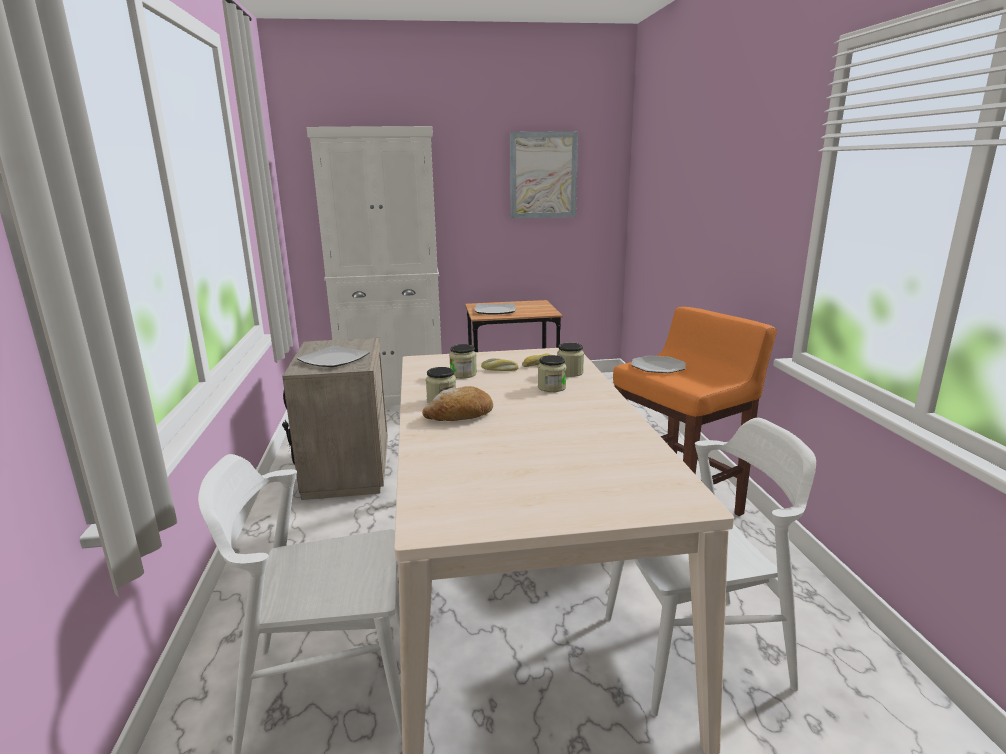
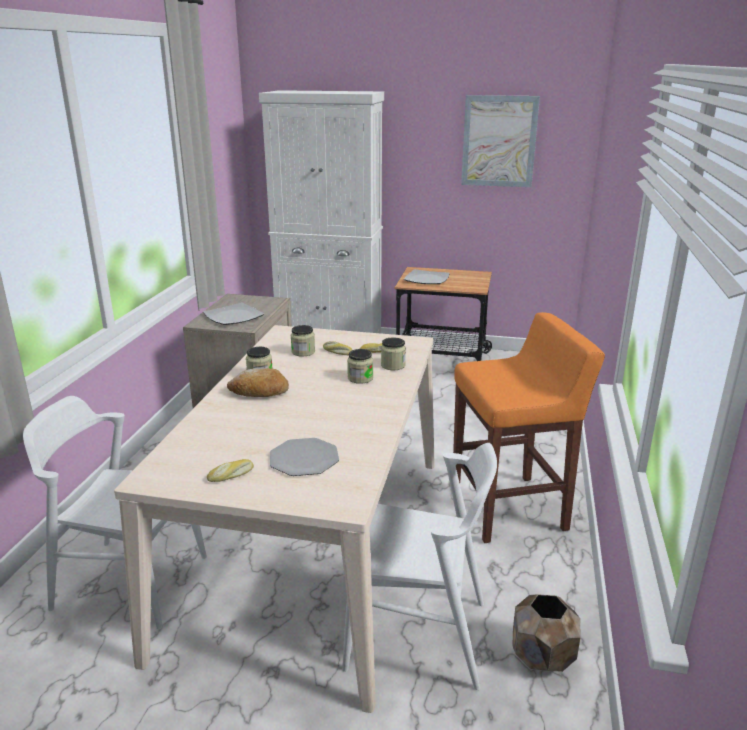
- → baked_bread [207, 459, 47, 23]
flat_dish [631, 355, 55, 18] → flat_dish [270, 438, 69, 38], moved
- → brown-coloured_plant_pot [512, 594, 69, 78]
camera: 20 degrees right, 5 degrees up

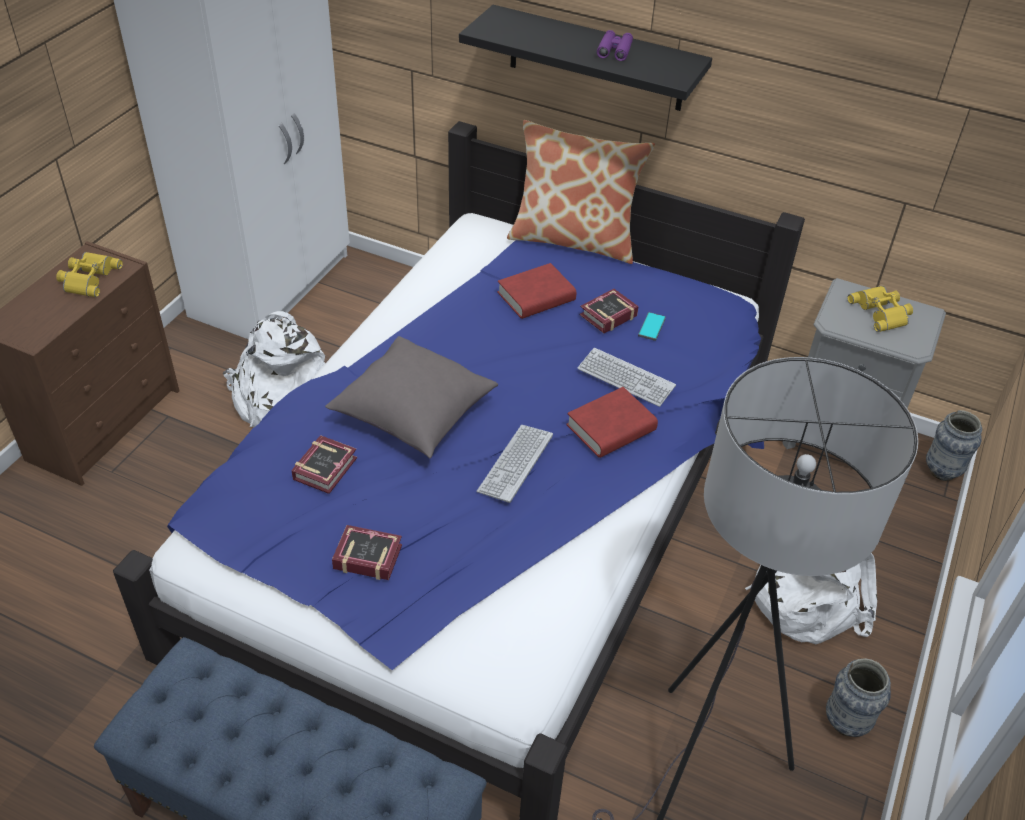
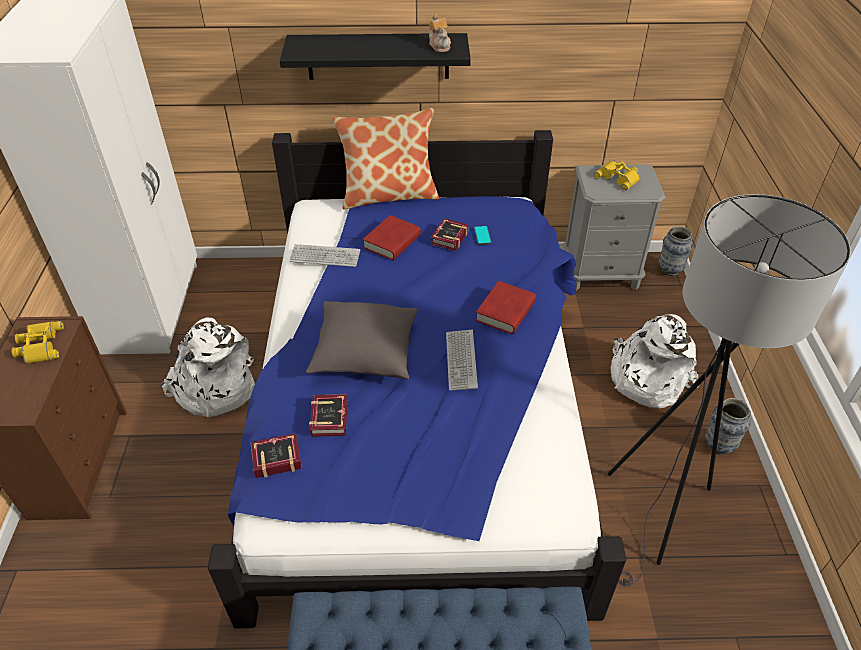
bound_book [332, 525, 70, 55] → bound_book [251, 433, 51, 45], moved
computer_keyboard [577, 348, 99, 59] → computer_keyboard [289, 244, 71, 23], moved
- → pot_for_tea [429, 14, 22, 38]
purple-coloured_field_glasses [597, 30, 36, 31] → -
camera: 25 degrees left, 0 degrees up

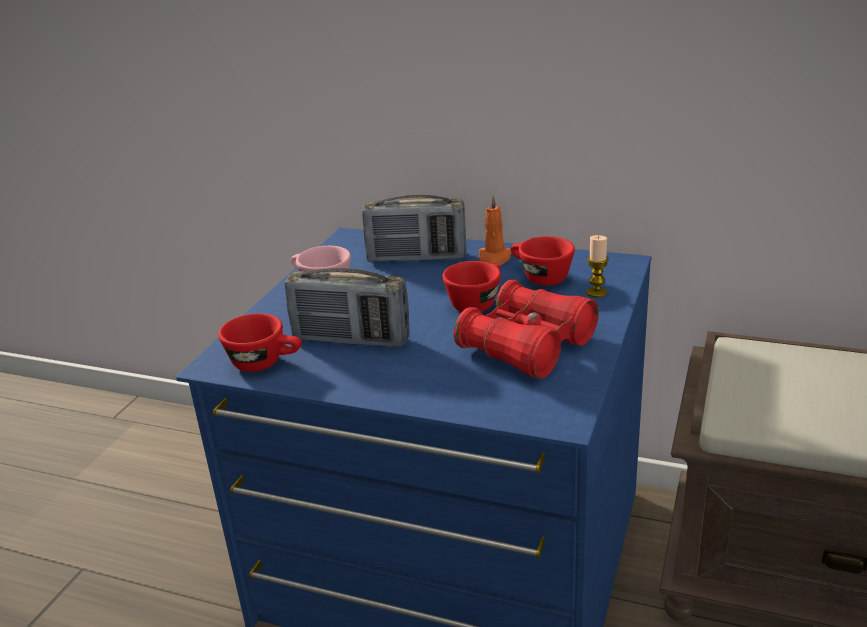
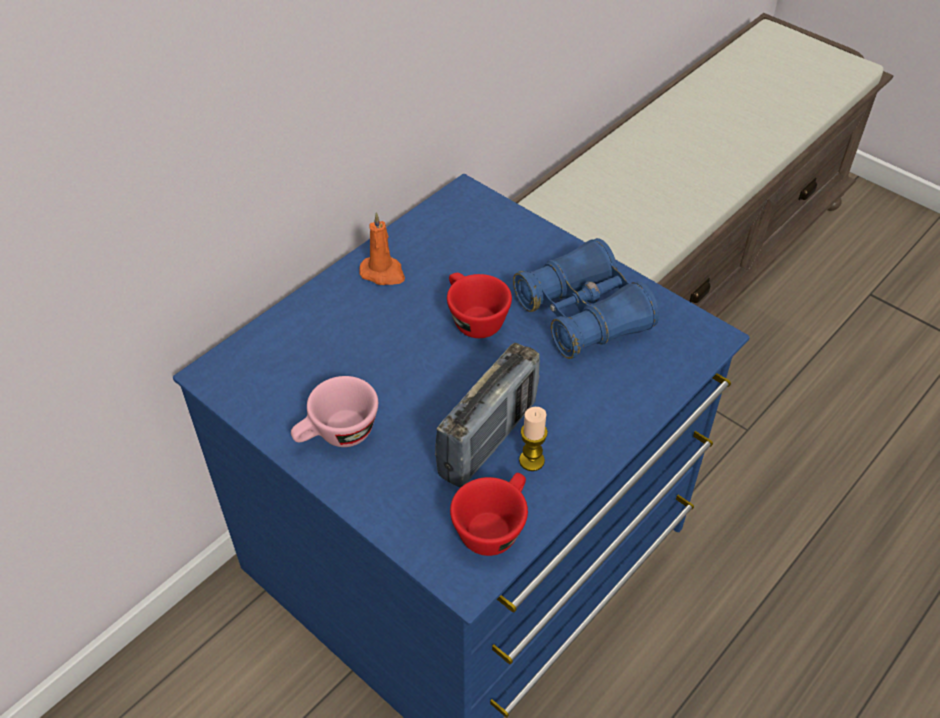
red-coloured_field_glasses [454, 280, 145, 99] → bluish_field_glasses [513, 238, 146, 121]
candle [587, 235, 22, 63] → candle [519, 407, 29, 64], moved
radio_receiver [362, 194, 104, 68] → -
red-coloured_small_cup [511, 236, 64, 50] → -
camera: 70 degrees left, 20 degrees up

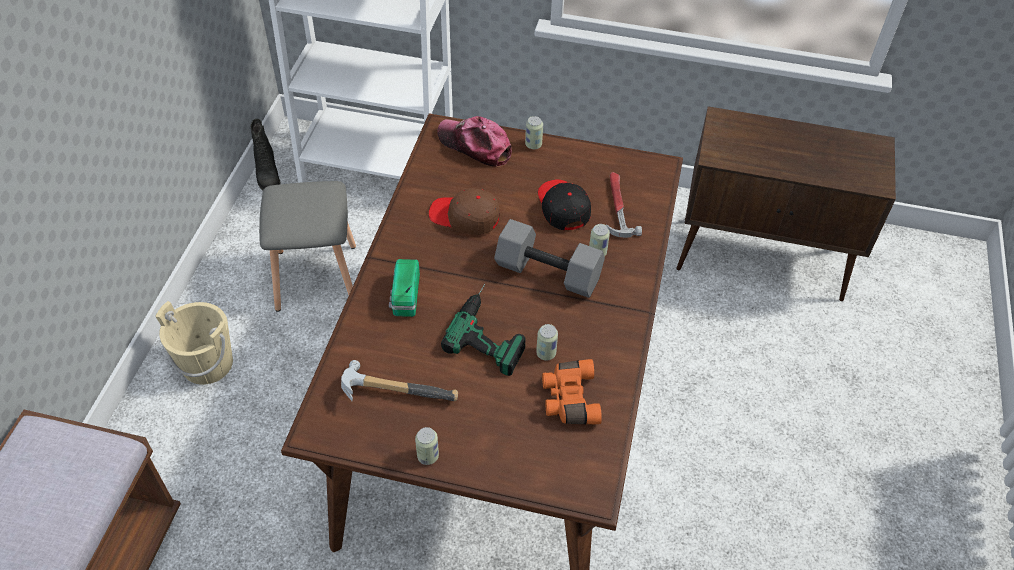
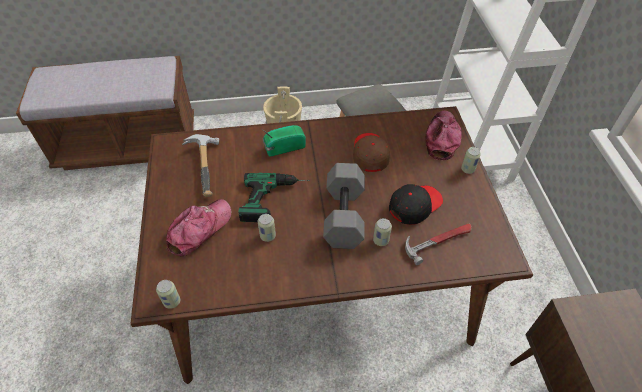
sealed_can [415, 427, 24, 38] → sealed_can [156, 280, 24, 29], moved
- → cap [166, 199, 65, 57]
black-coloured_tall_boot [251, 119, 30, 71] → -
orangey_field_glasses [542, 359, 60, 66] → -
camera: 70 degrees right, 0 degrees up

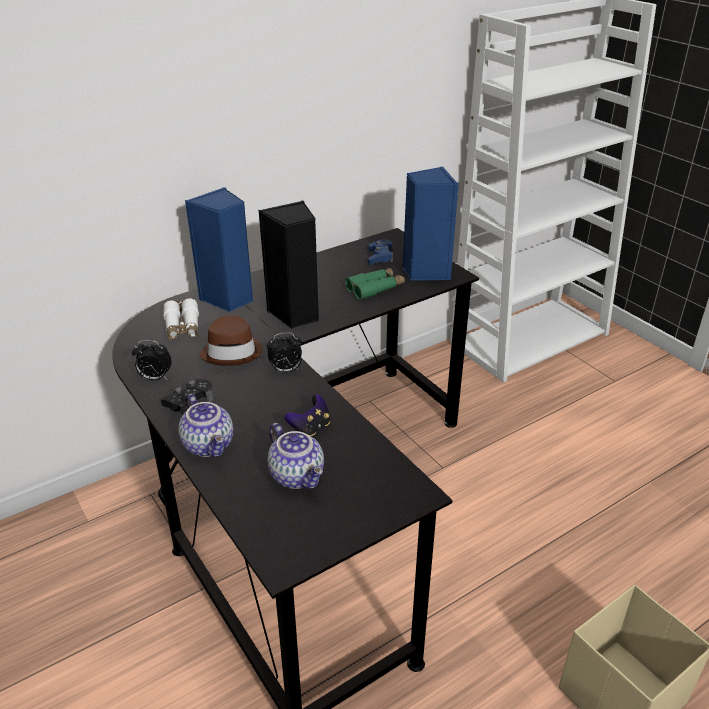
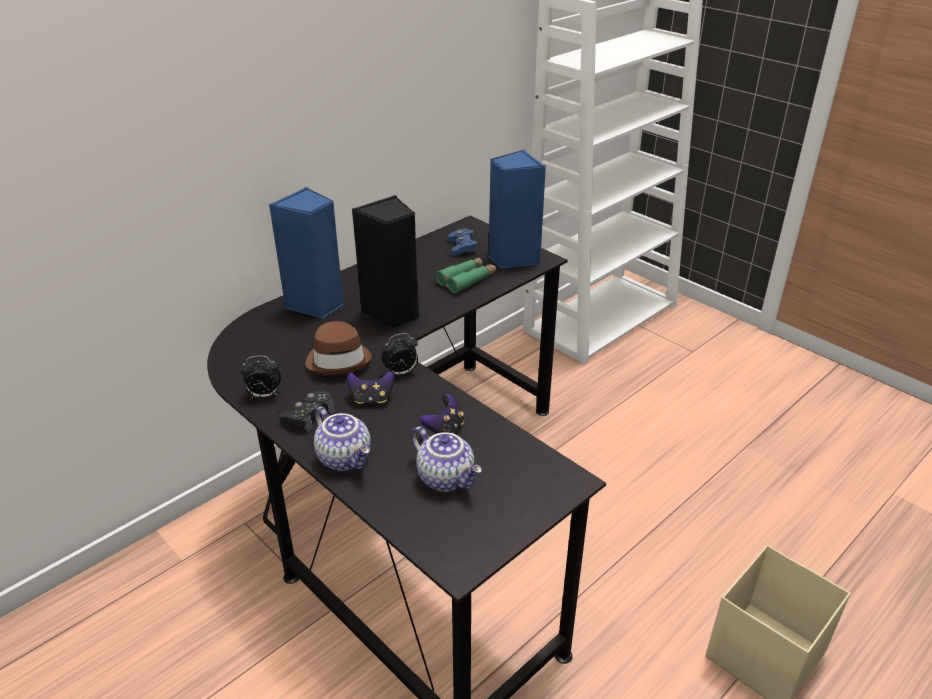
- → game_controller [347, 371, 47, 33]
whitish_field_glasses [163, 298, 36, 42] → -
camera: 10 degrees left, 0 degrees up

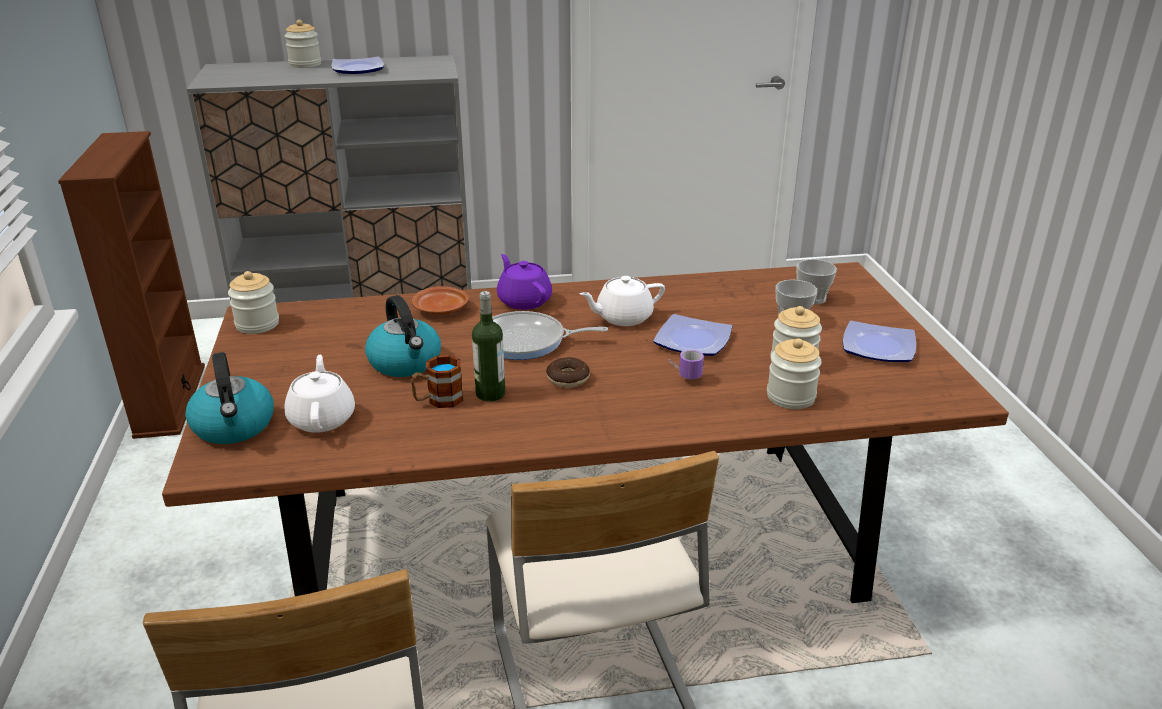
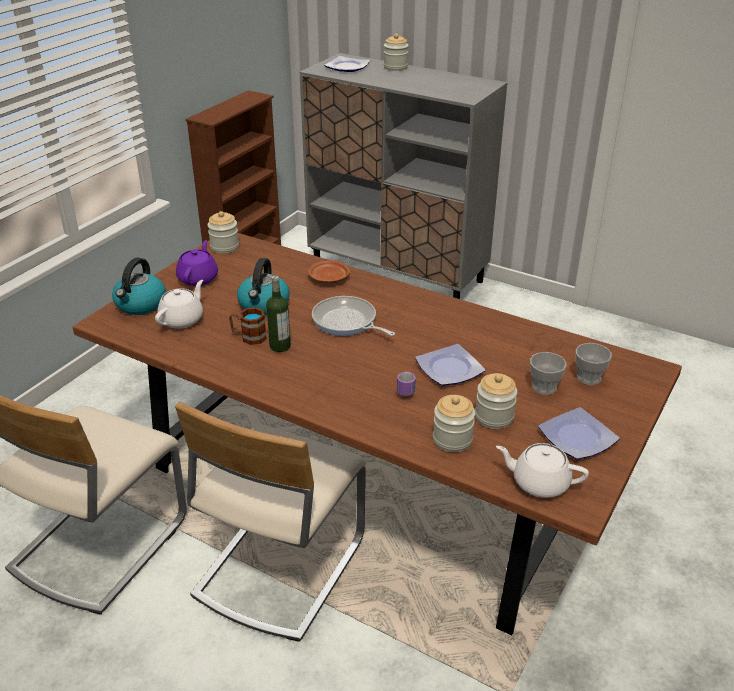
purple-coloured_pot_for_tea [497, 254, 55, 56] → purple-coloured_pot_for_tea [176, 240, 42, 46], moved
flat_dish [332, 56, 52, 18] → flat_dish [324, 56, 46, 16], moved
whitish_pot_for_tea [580, 276, 85, 50] → whitish_pot_for_tea [496, 443, 93, 55], moved
donut [546, 357, 44, 31] → -
camera: 40 degrees right, 5 degrees up

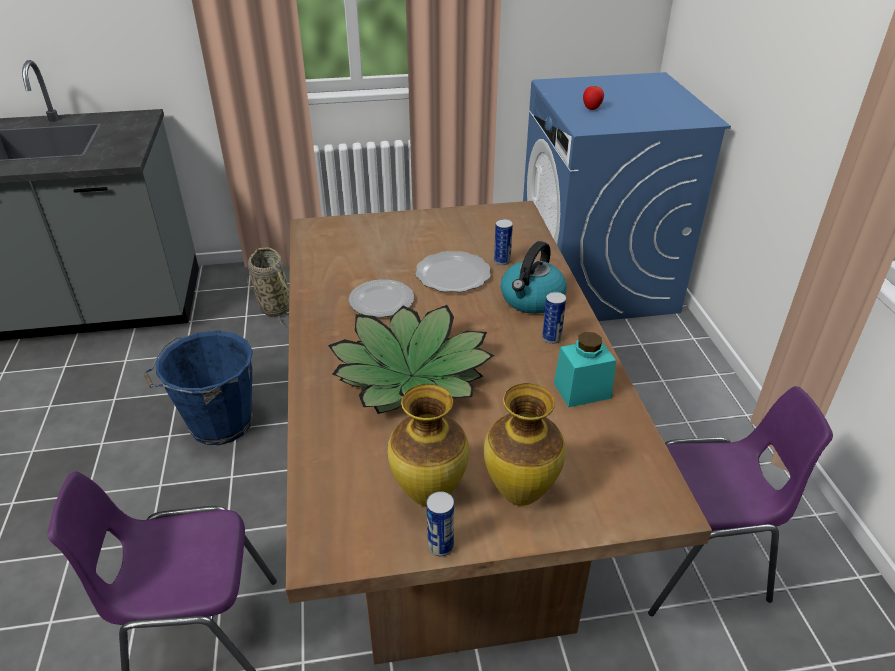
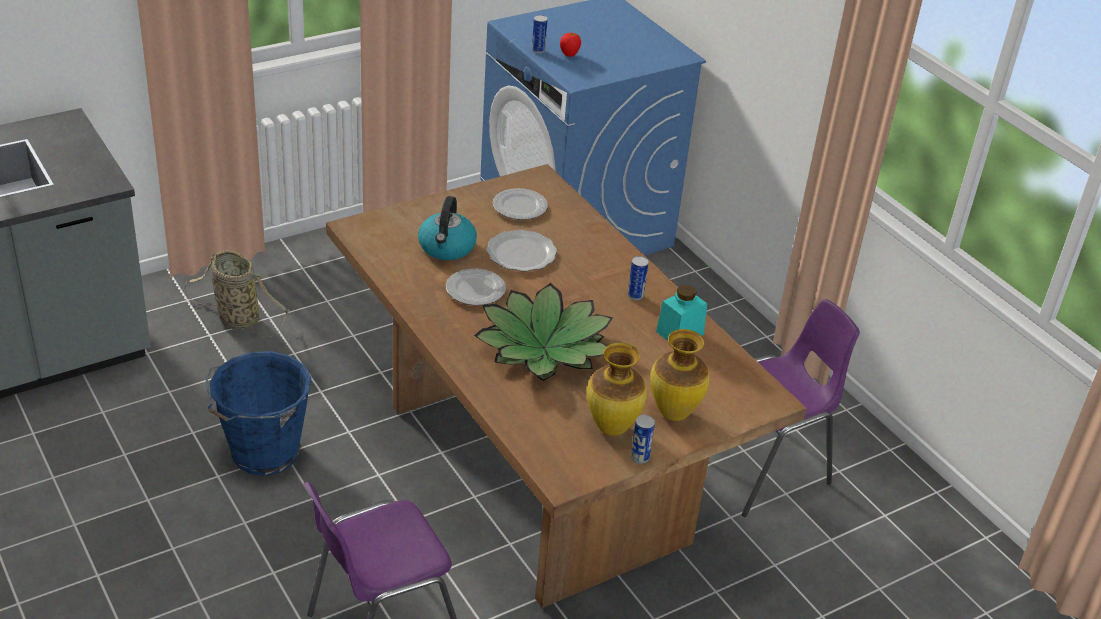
tea_kettle [501, 241, 66, 73] → tea_kettle [418, 196, 59, 64], moved
- → flat_dish [493, 188, 55, 32]
sealed_can [494, 219, 19, 46] → sealed_can [532, 15, 16, 39], moved
camera: 25 degrees left, 0 degrees up

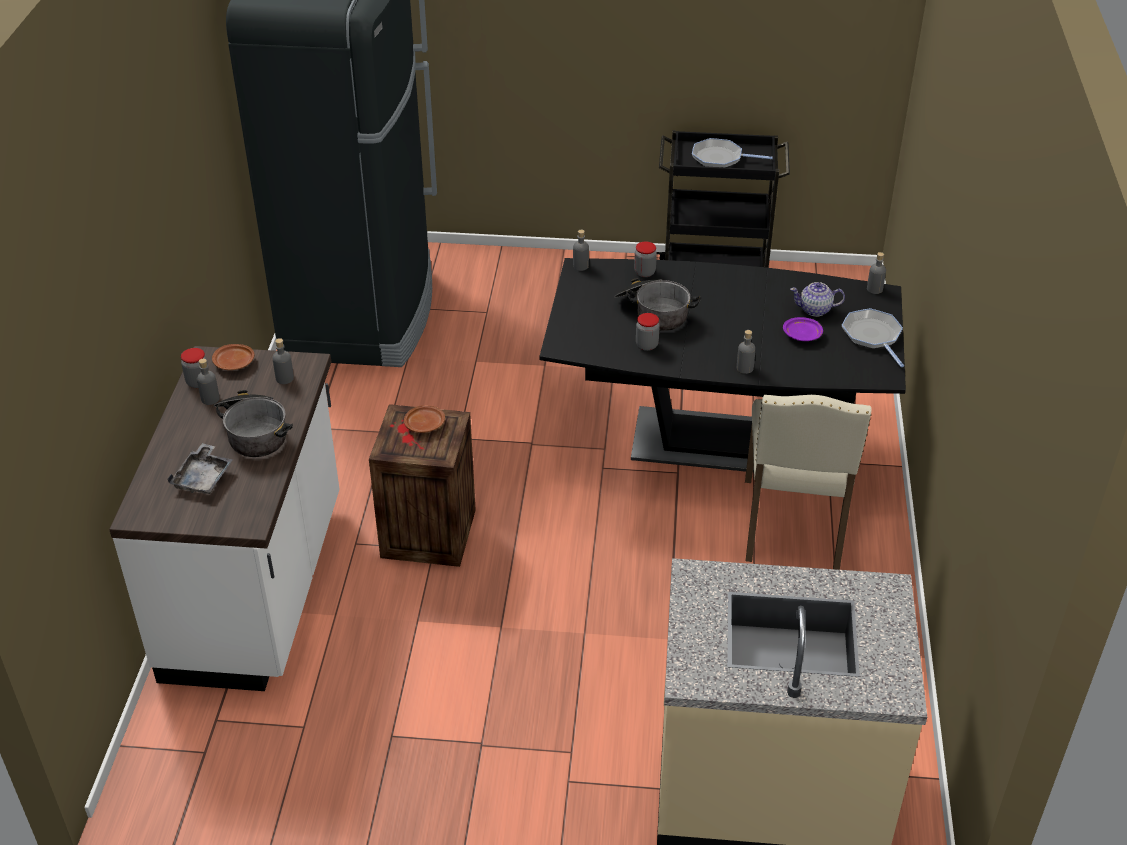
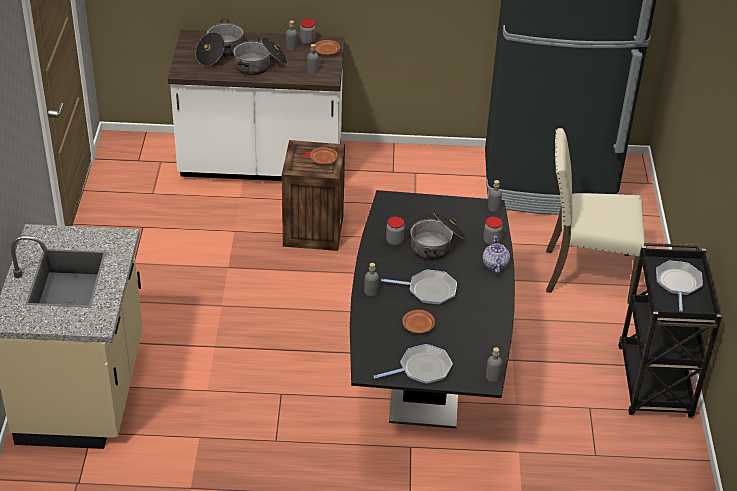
greyish_tray [168, 443, 65, 51] → cooking_pot [196, 19, 48, 47]
- → skillet [381, 269, 76, 36]
purple-coloured_flat_dish [783, 317, 40, 24] → brown-coloured_flat_dish [402, 310, 33, 23]
pot_for_tea [790, 282, 55, 35] → pot_for_tea [483, 236, 27, 37], moved
beige-coloured_upright_chair [745, 395, 127, 175] → beige-coloured_upright_chair [546, 128, 100, 176], moved
camera: 85 degrees right, 0 degrees up

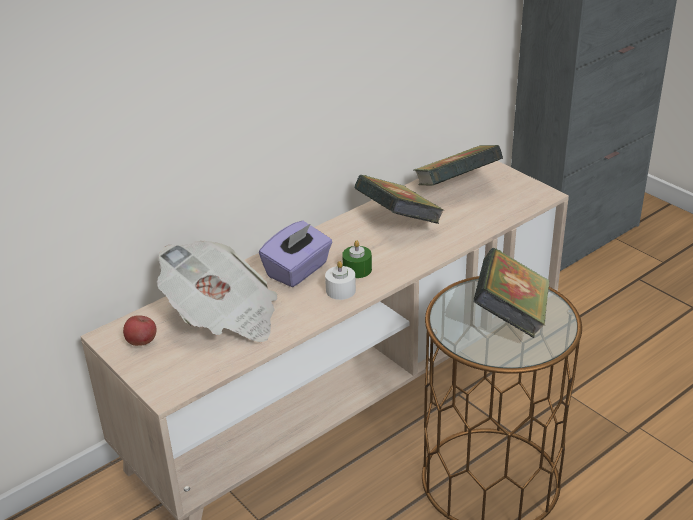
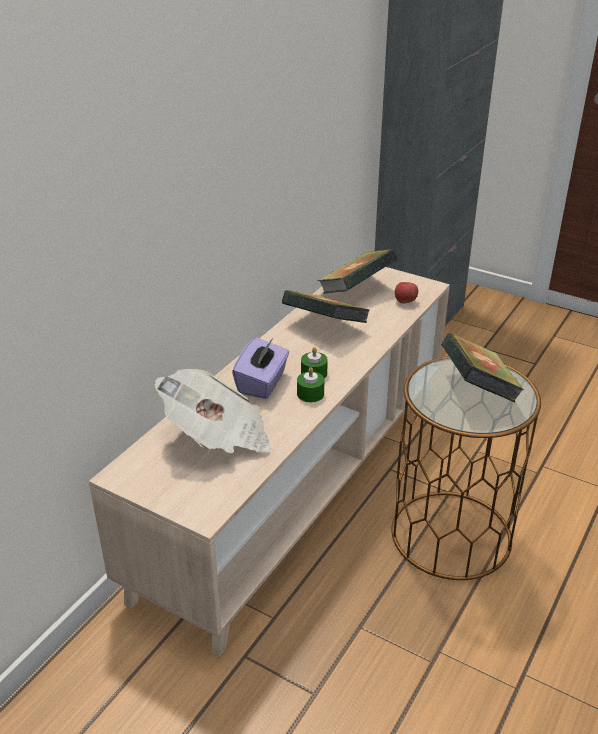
whitish_candle [325, 261, 31, 39] → green-coloured_candle [297, 367, 28, 35]
apple [123, 315, 33, 31] → apple [395, 282, 23, 22], moved
camera: 20 degrees left, 0 degrees up

